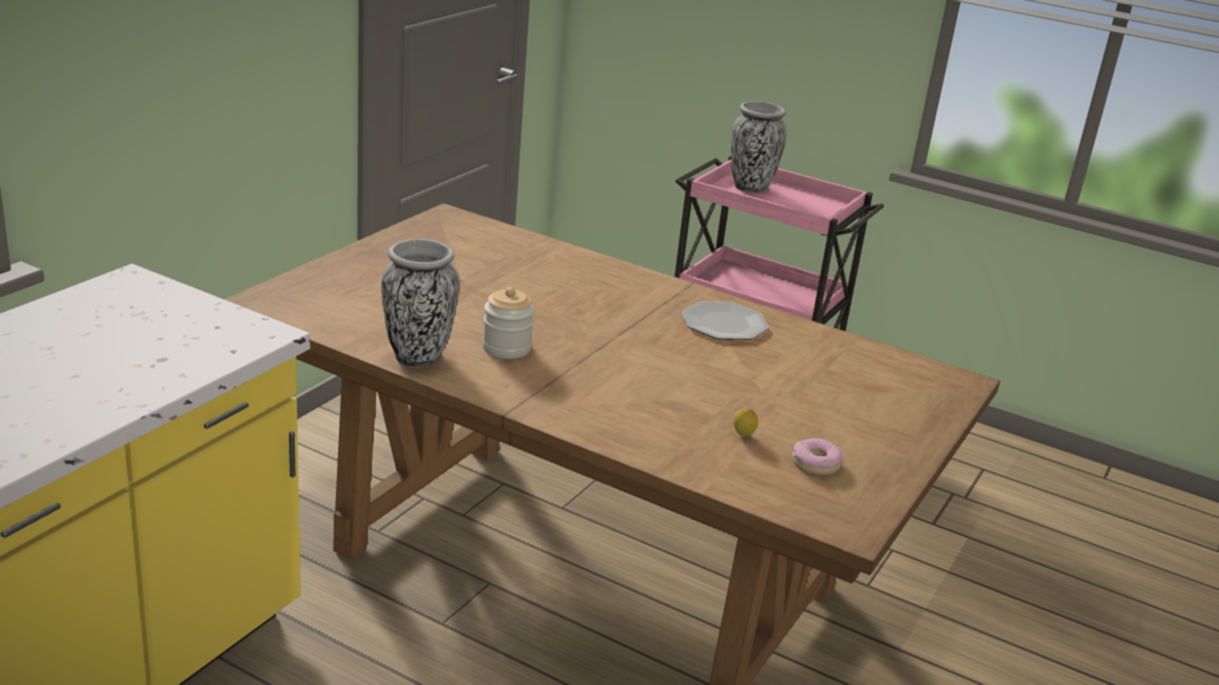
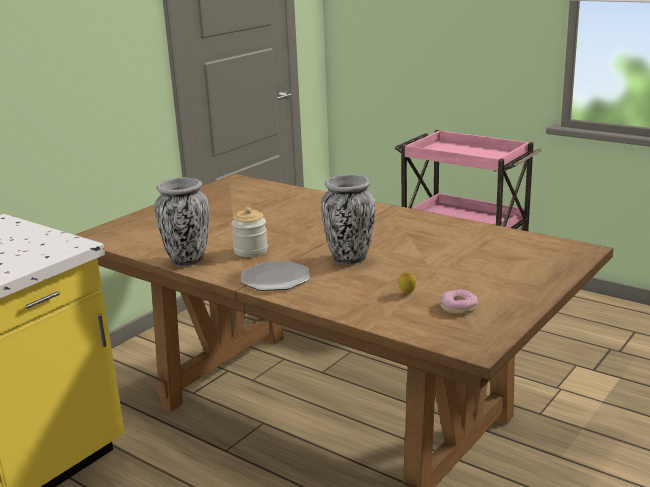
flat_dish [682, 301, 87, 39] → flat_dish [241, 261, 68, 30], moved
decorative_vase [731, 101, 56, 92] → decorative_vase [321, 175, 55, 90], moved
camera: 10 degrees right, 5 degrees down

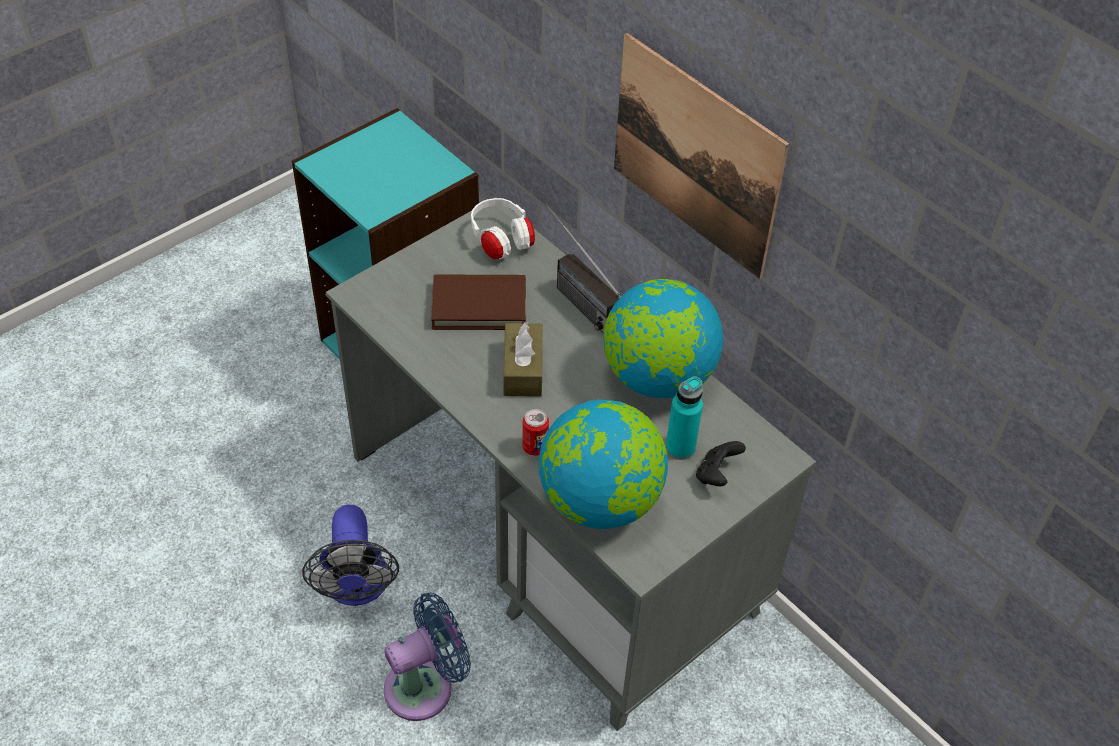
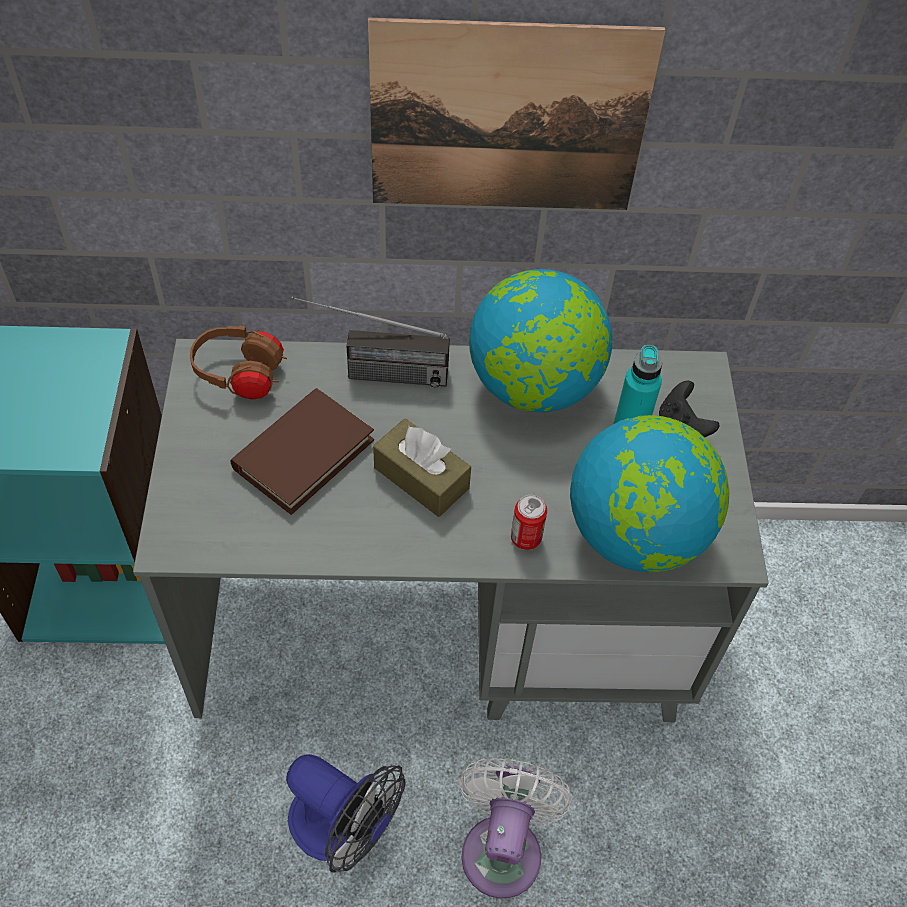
whitish_pair_of_headphones [471, 198, 64, 62] → brown-coloured_pair_of_headphones [190, 326, 97, 74]
bluish_fan [384, 593, 87, 128] → whitish_fan [459, 758, 113, 141]
camera: 50 degrees left, 5 degrees up

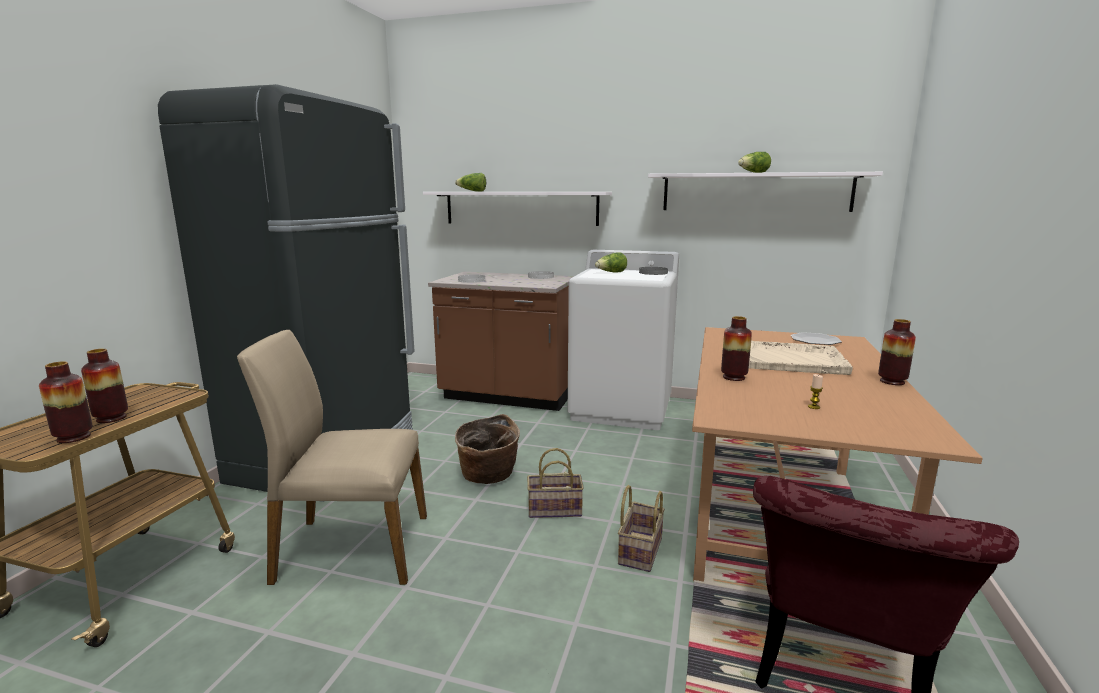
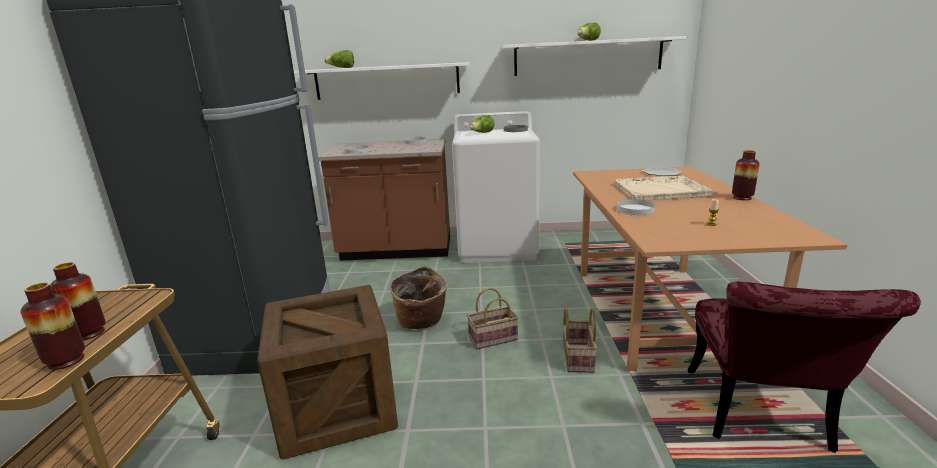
beige-coloured_upright_chair [237, 330, 190, 255] → crate [257, 285, 141, 175]
decorative_vase [721, 316, 31, 65] → whitish_flat_dish [617, 199, 38, 16]
camera: 15 degrees left, 5 degrees up

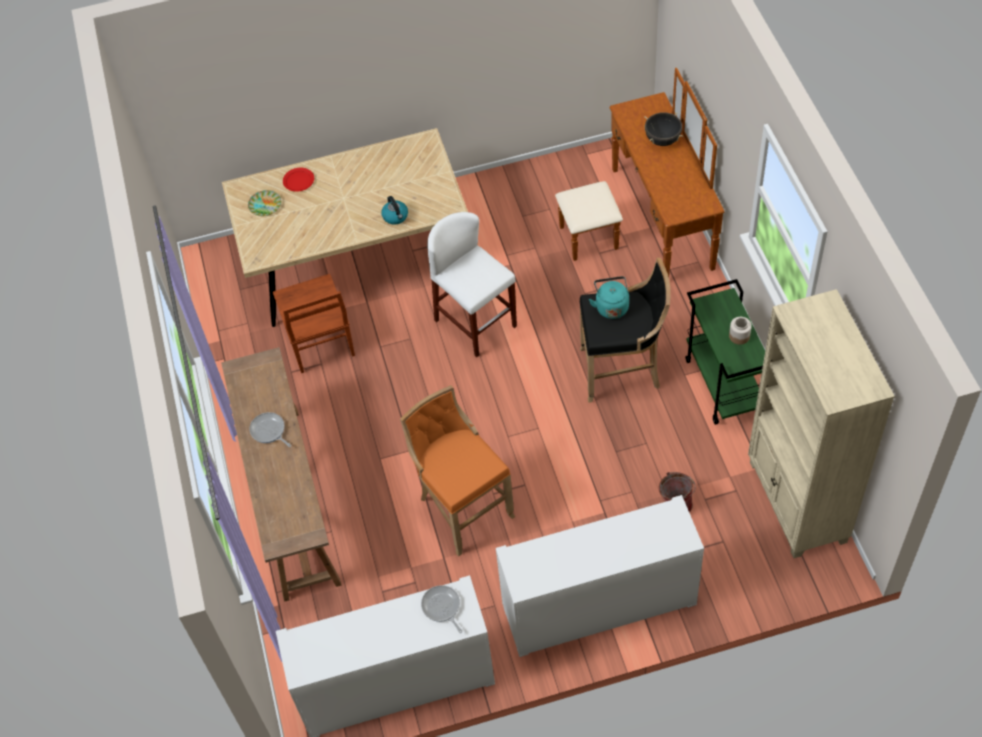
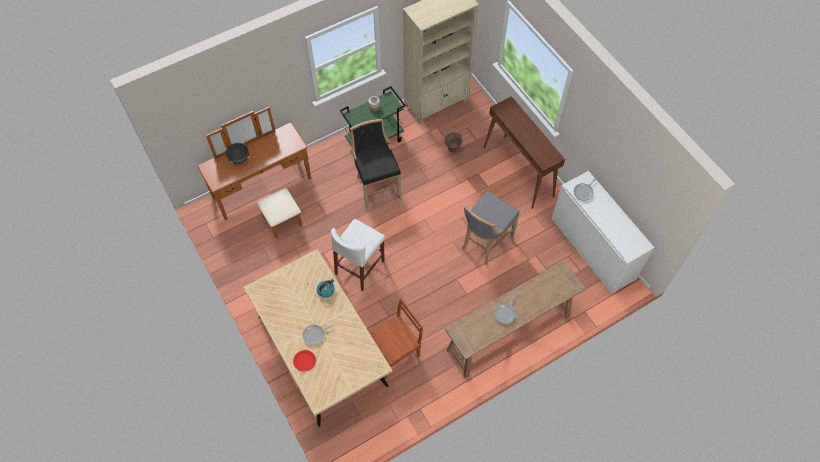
- → skillet [302, 324, 32, 21]
orangey_stool_seat [400, 385, 116, 172] → greyish_stool_seat [462, 191, 57, 74]
whitish_cabinet [496, 495, 208, 162] → brown-coloured_console_table [484, 96, 81, 113]
flat_dish [248, 190, 33, 26] → -
turquoise_tea_kettle [589, 276, 40, 43] → -
camera: 110 degrees left, 5 degrees up

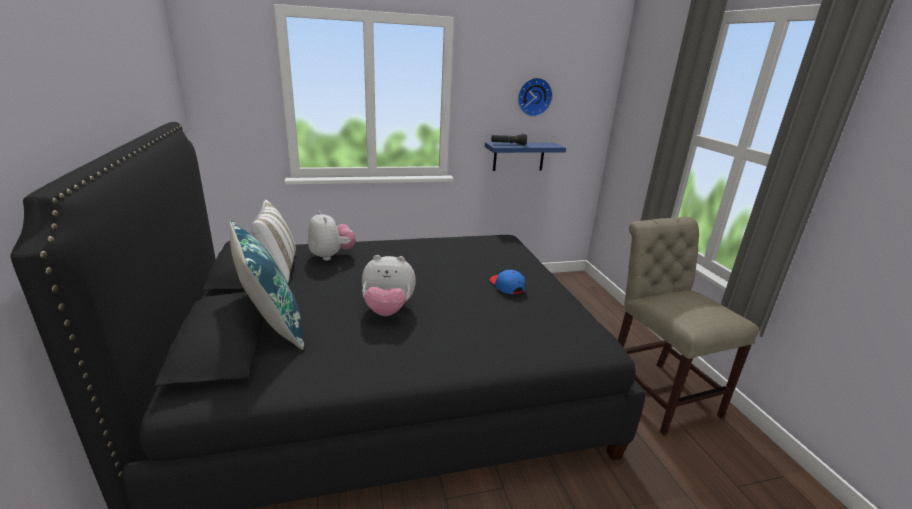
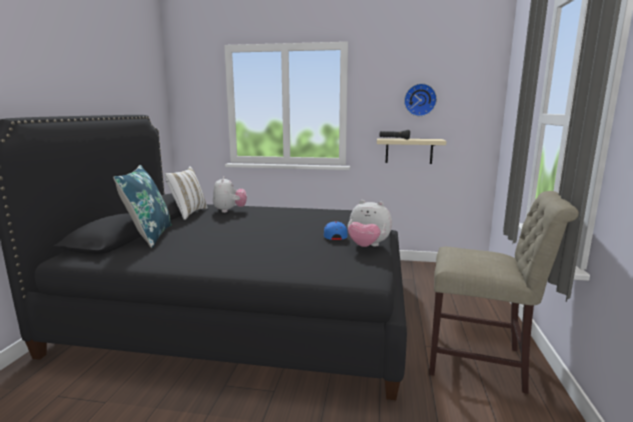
soft_toy [362, 255, 54, 61] → soft_toy [348, 200, 44, 47], moved
bluish_shelf [485, 142, 81, 29] → beige-coloured_shelf [377, 138, 69, 26]
beige-coloured_upright_chair [618, 217, 141, 218] → beige-coloured_upright_chair [429, 191, 150, 203], 105 degrees clockwise
camera: 25 degrees right, 10 degrees down

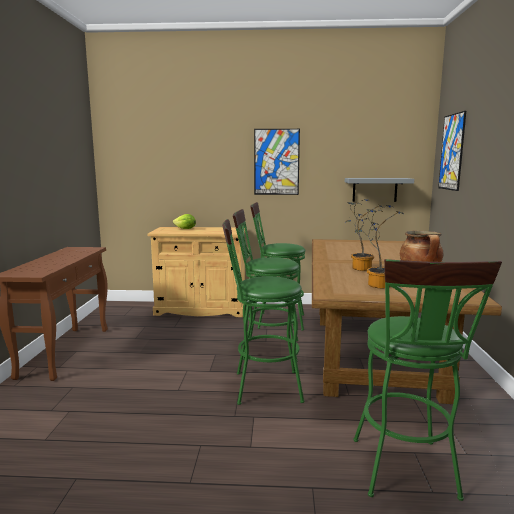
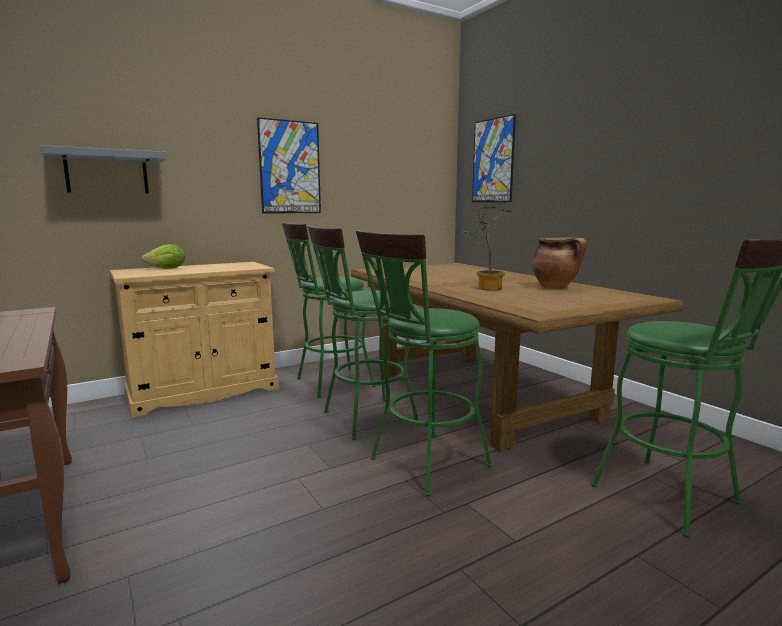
greyish_shelf [345, 178, 69, 24] → greyish_shelf [41, 145, 126, 49], moved
houseplant [355, 205, 48, 83] → -
camera: 35 degrees left, 0 degrees up

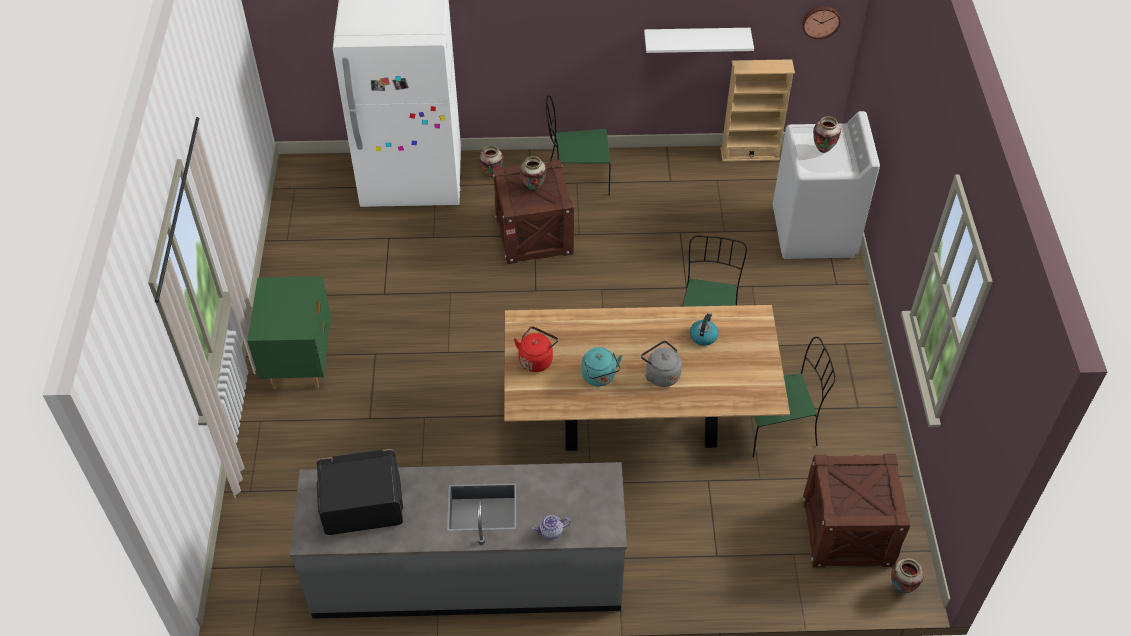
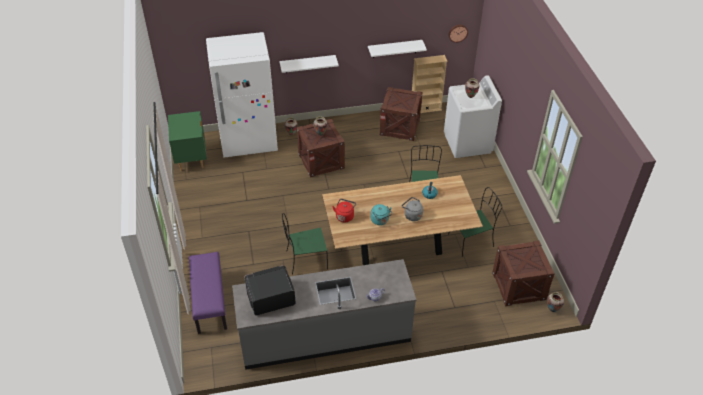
green-coloured_bedside_table [247, 276, 84, 113] → green-coloured_bedside_table [168, 111, 39, 60], moved
- → purple-coloured_indoor_bench [189, 252, 38, 82]
- → whitish_shelf [279, 55, 60, 18]
green-coloured_upright_chair [546, 95, 65, 100] → green-coloured_upright_chair [282, 213, 46, 62], moved
- → crate [380, 87, 43, 54]
camera: 10 degrees left, 5 degrees down

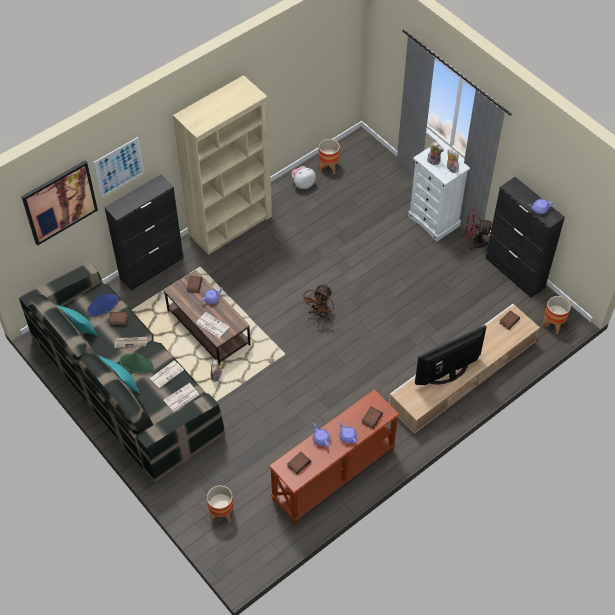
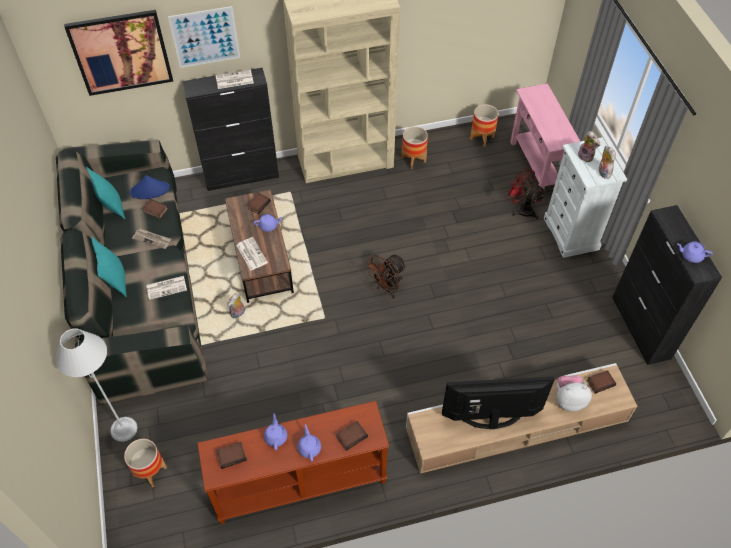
- → greyish_standing_lamp [56, 329, 82, 113]
newspaper [164, 383, 35, 29] → newspaper [215, 70, 39, 19], moved
plant_pot [542, 296, 29, 38] → plant_pot [401, 126, 27, 43], moved
red-coloured_fan [464, 209, 29, 41] → red-coloured_fan [506, 168, 39, 51], moved
- → pink_console_table [510, 83, 70, 113]
soft_toy [291, 166, 25, 23] → soft_toy [556, 375, 36, 36], moved
green-coloured_clothing_hat [120, 353, 34, 21] → -
camera: 25 degrees right, 0 degrees up

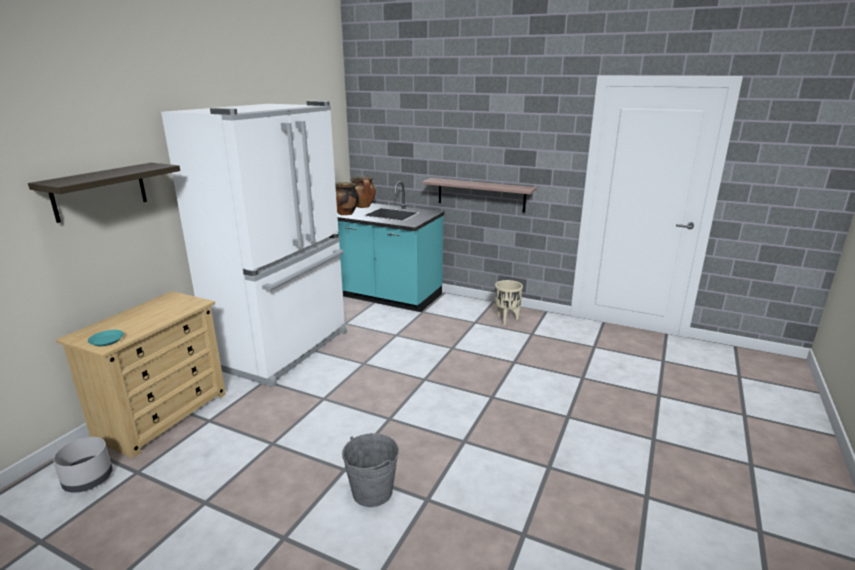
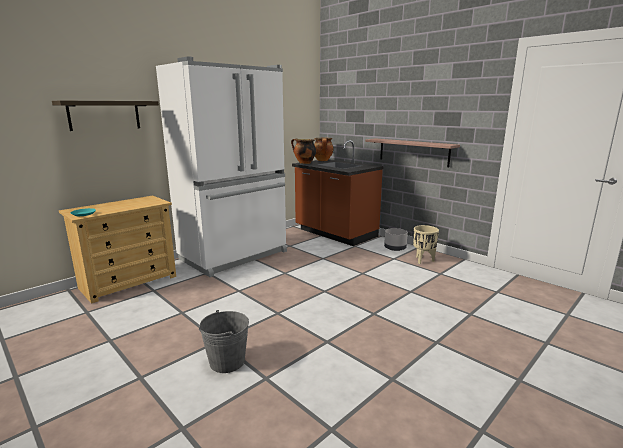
turquoise_kitchen_base_unit [337, 181, 107, 131] → brown-coloured_kitchen_base_unit [292, 140, 91, 106]
greyish_plant_pot [53, 437, 60, 56] → greyish_plant_pot [384, 228, 24, 23], moved
camera: 20 degrees right, 5 degrees down

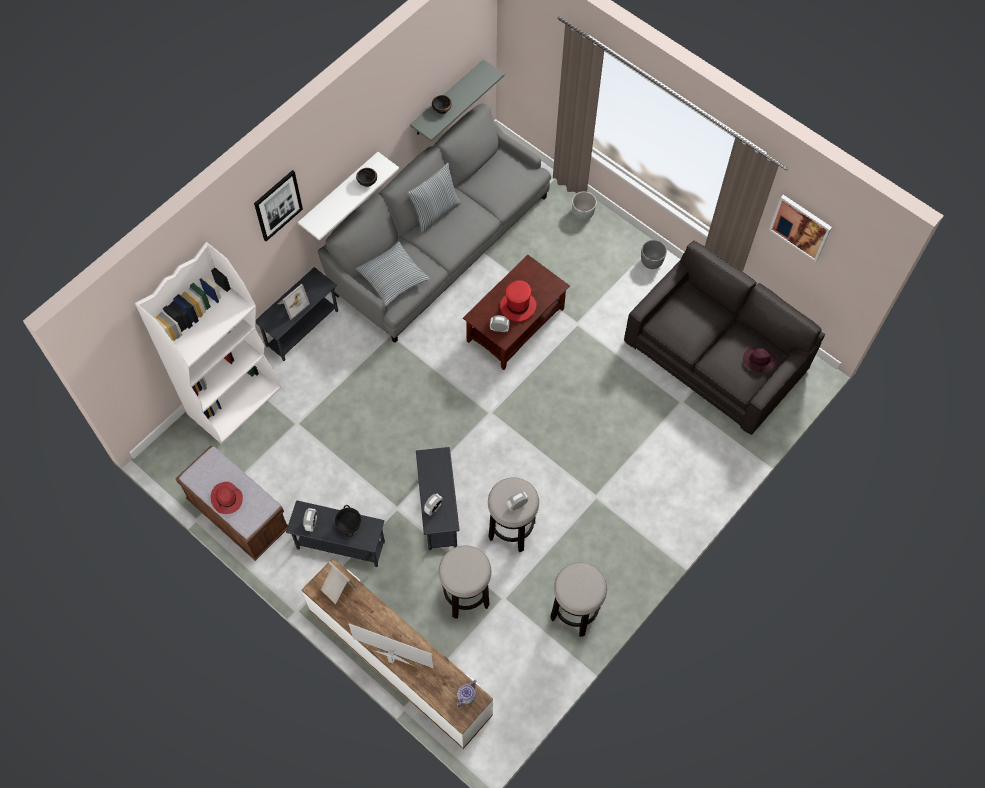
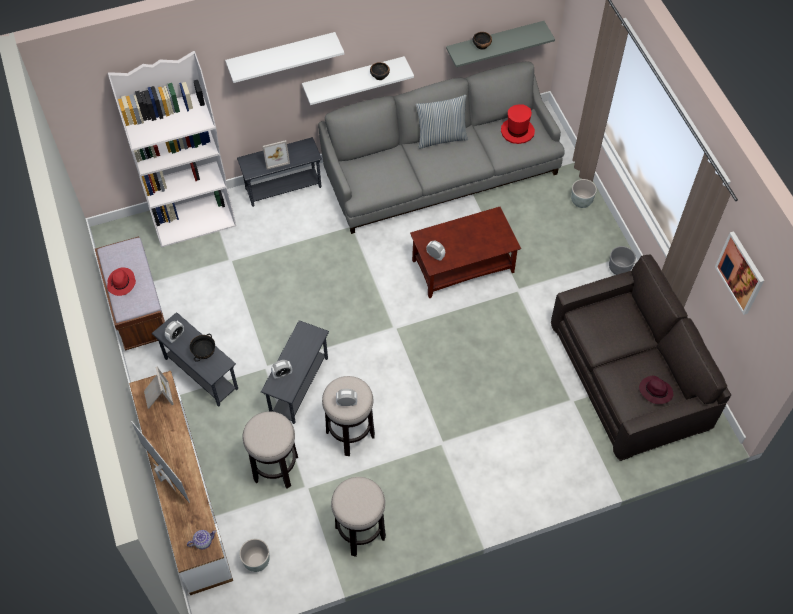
wall_art [254, 170, 49, 71] → whitish_shelf [225, 32, 119, 51]
- → greyish_plant_pot [239, 539, 31, 33]
red-coloured_clothing_hat [500, 281, 37, 41] → red-coloured_clothing_hat [501, 104, 34, 40], moved
pillow [356, 241, 74, 65] → -
camera: 30 degrees right, 5 degrees down

